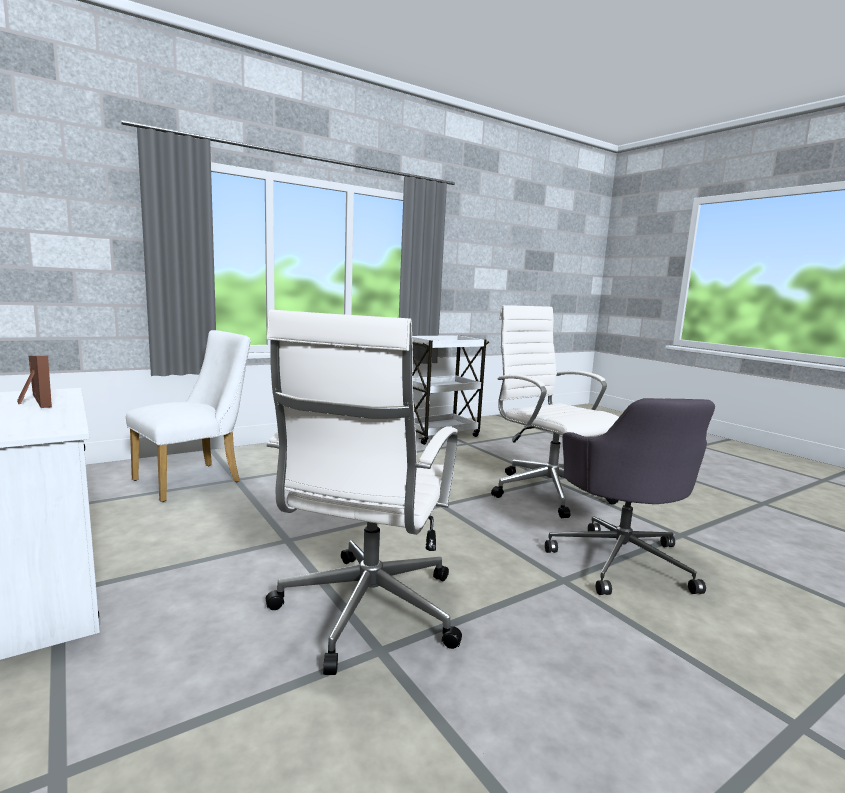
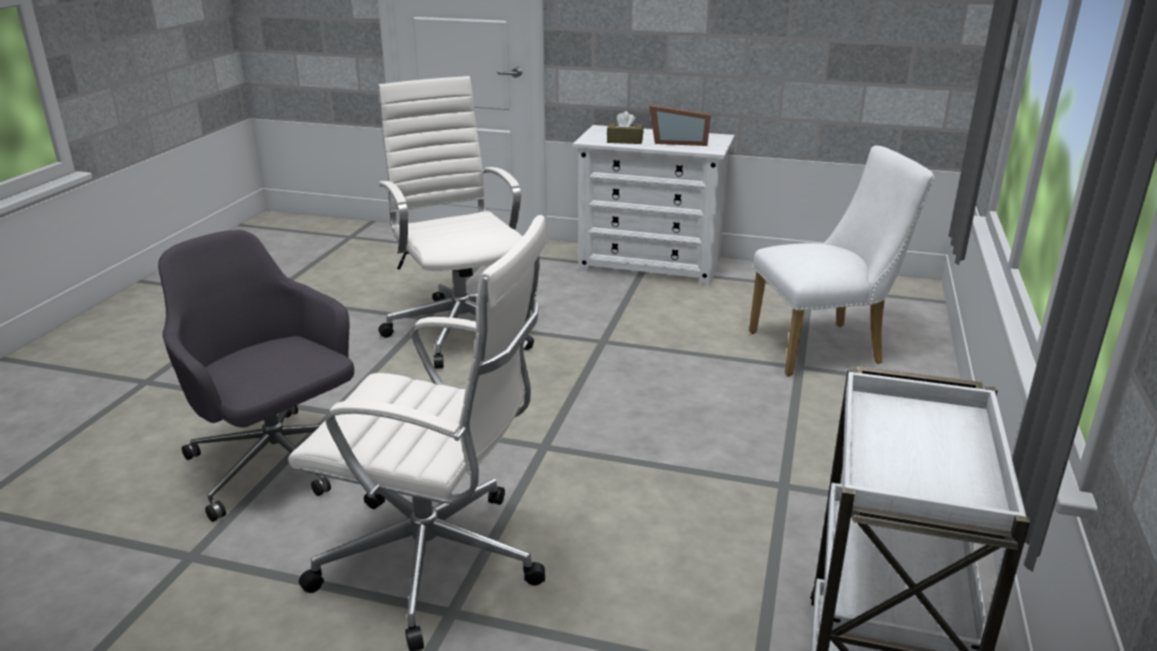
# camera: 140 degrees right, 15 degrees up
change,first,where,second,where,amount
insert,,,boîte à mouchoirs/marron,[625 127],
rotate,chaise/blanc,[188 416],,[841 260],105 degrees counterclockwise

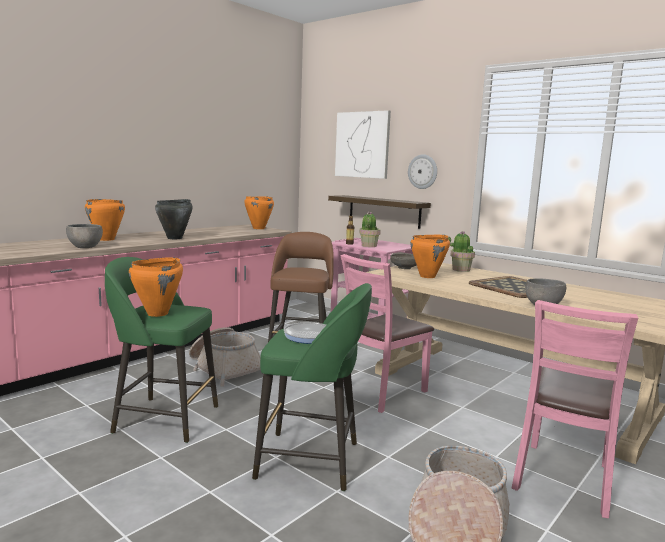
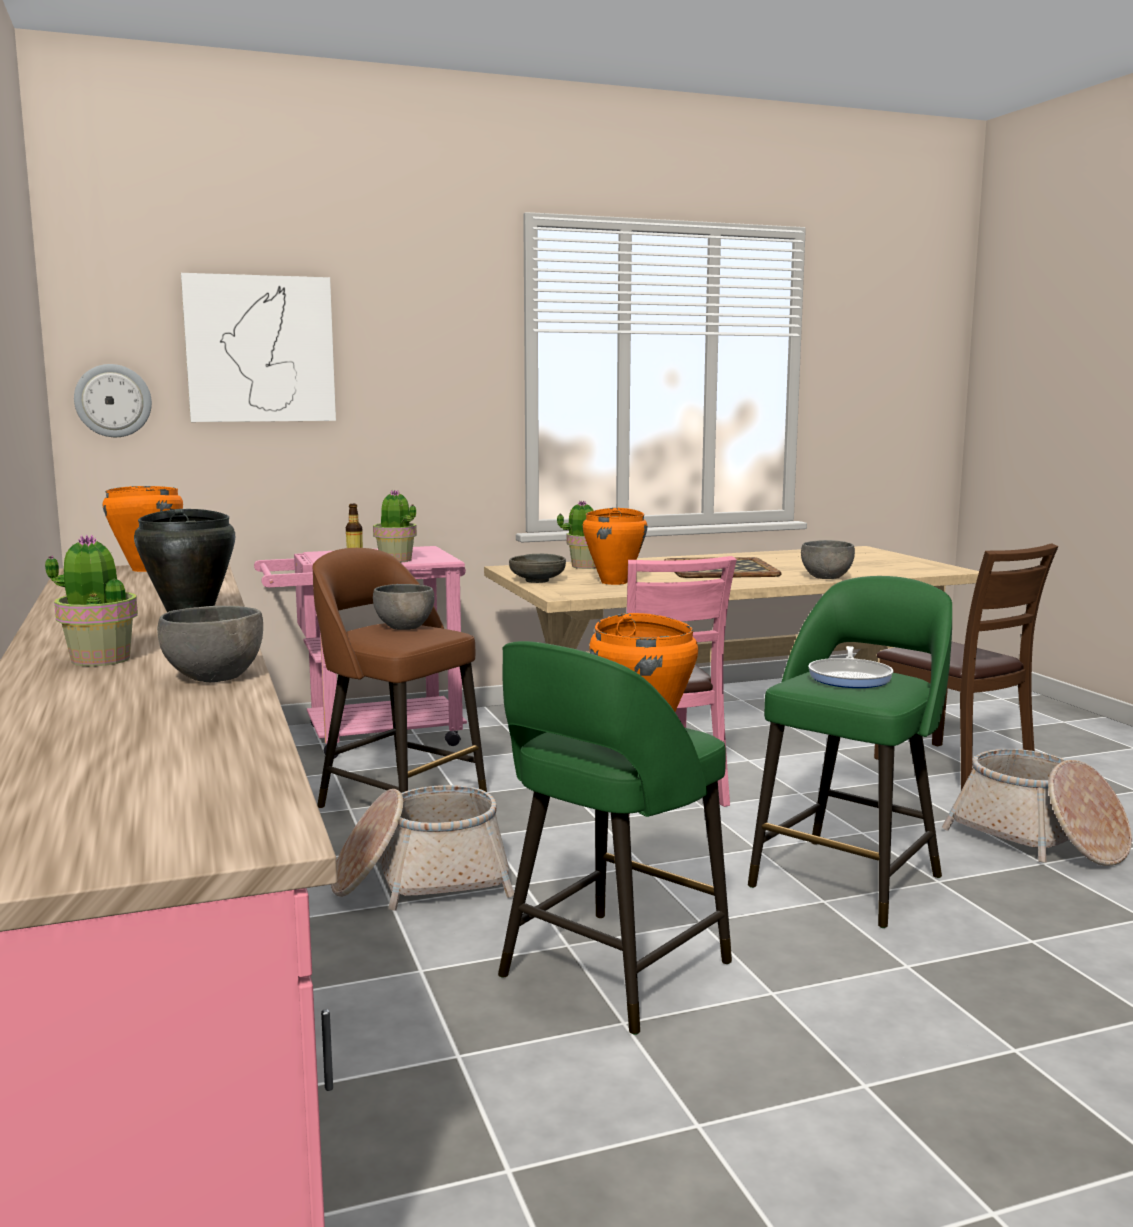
# camera: 60 degrees left, 0 degrees up
change,first,where,second,where,amount
delete,étagère,[379 212],,,
insert,,,bol/gris,[404 607],
move,horloge murale,[422 171],,[113 400],
replace,marmite/orange,[105 220],plante en pot,[91 600],
recolor,chaise/rose,[575 409],chaise/marron,[966 666],

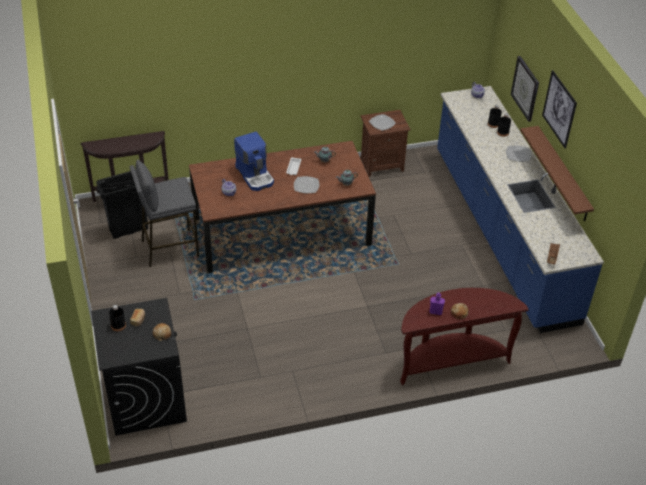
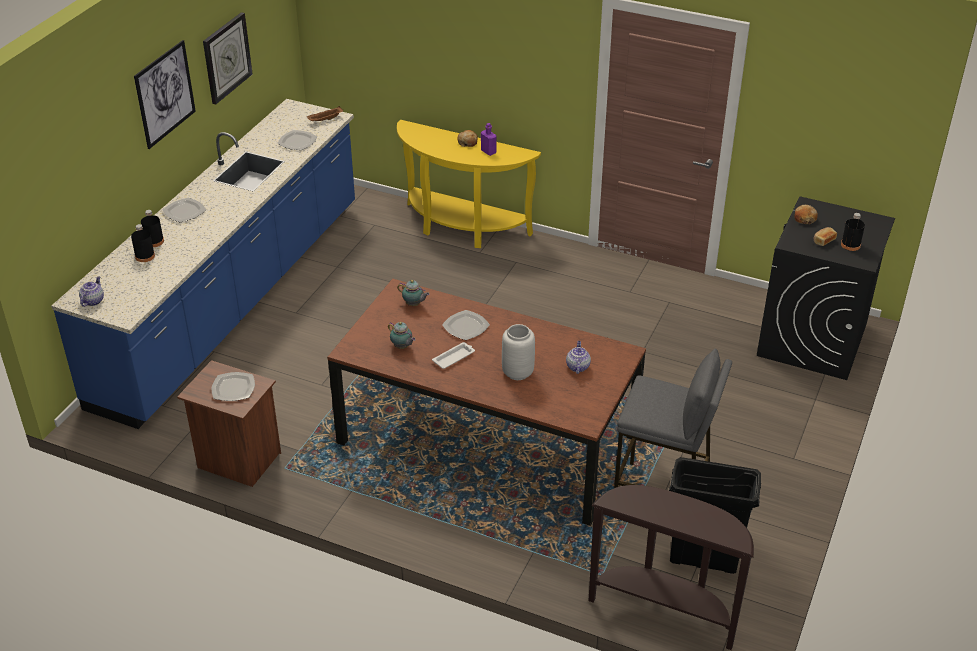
# camera: 140 degrees left, 5 degrees down
change,first,where,second,where,amount
delete,étagère/marron,[557 173],,,
insert,,,assiette,[297 140],
move,horloge murale,[525 89],,[228 58],
replace,machine à café,[254 161],vase/gris,[518 352],
recolor,table console/marron,[464 336],table console/jaune,[469 184],

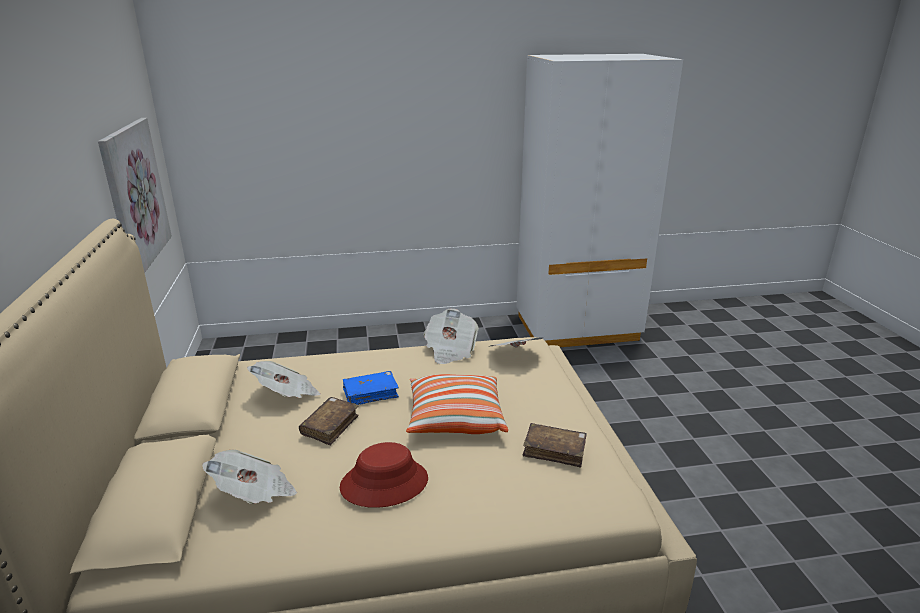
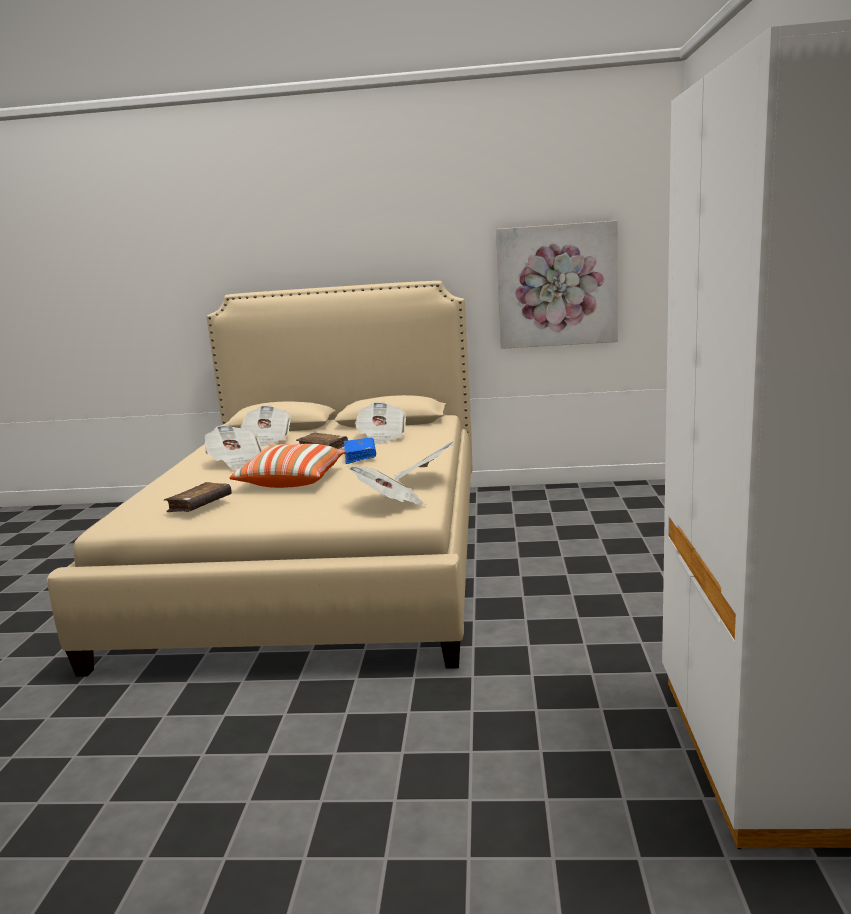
# camera: 105 degrees right, 10 degrees down
change,first,where,second,where,amount
replace,chapeau/rouge,[384 475],journal,[233 447],

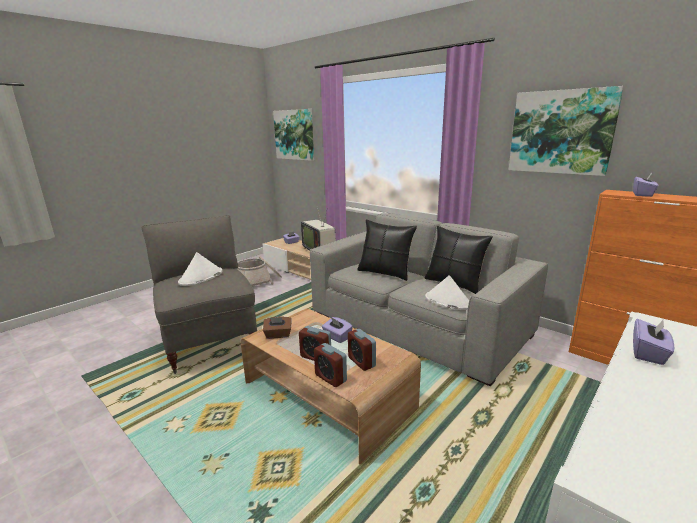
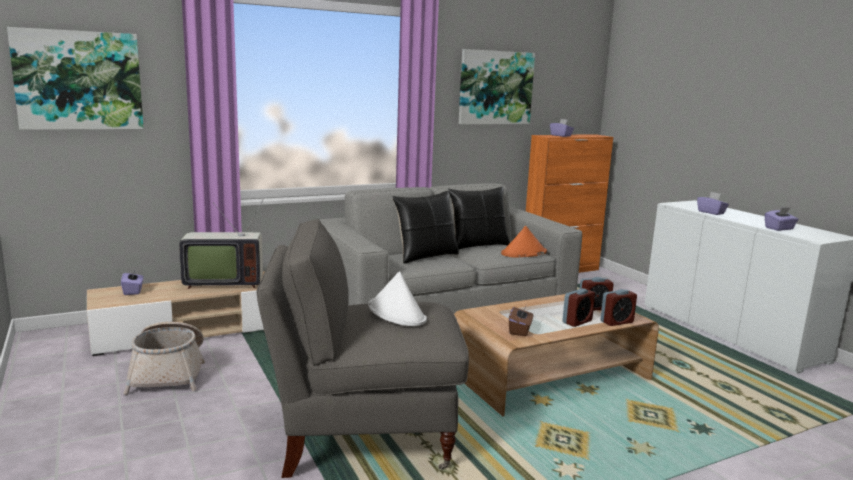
# camera: 70 degrees left, 5 degrees down
change,first,where,second,where,amount
move,boîte à mouchoirs/violet,[337 330],,[782 219],
recolor,chapeau/blanc,[447 292],chapeau/orange,[524 242],

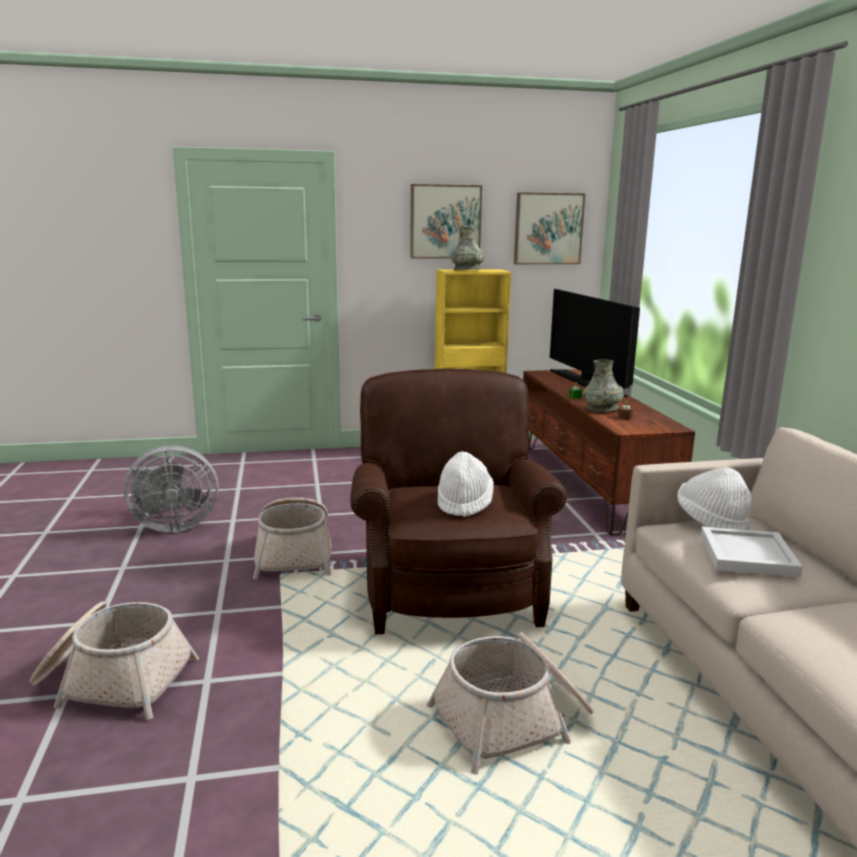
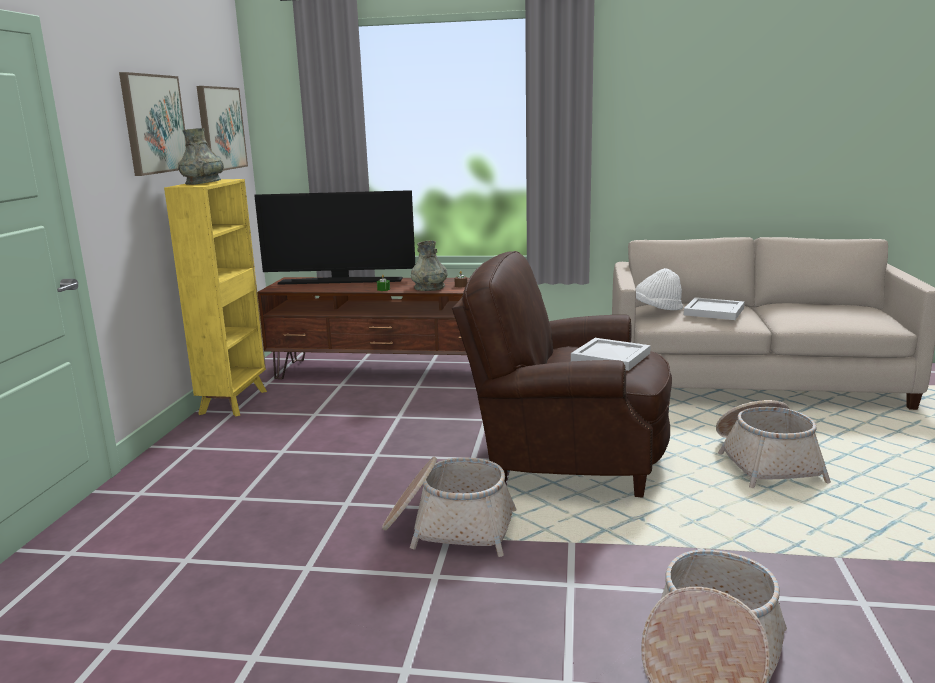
# camera: 70 degrees left, 0 degrees up
change,first,where,second,where,amount
delete,ventilateur/gris,[171 489],,,
replace,chapeau/blanc,[466 484],plateau/blanc,[611 354],

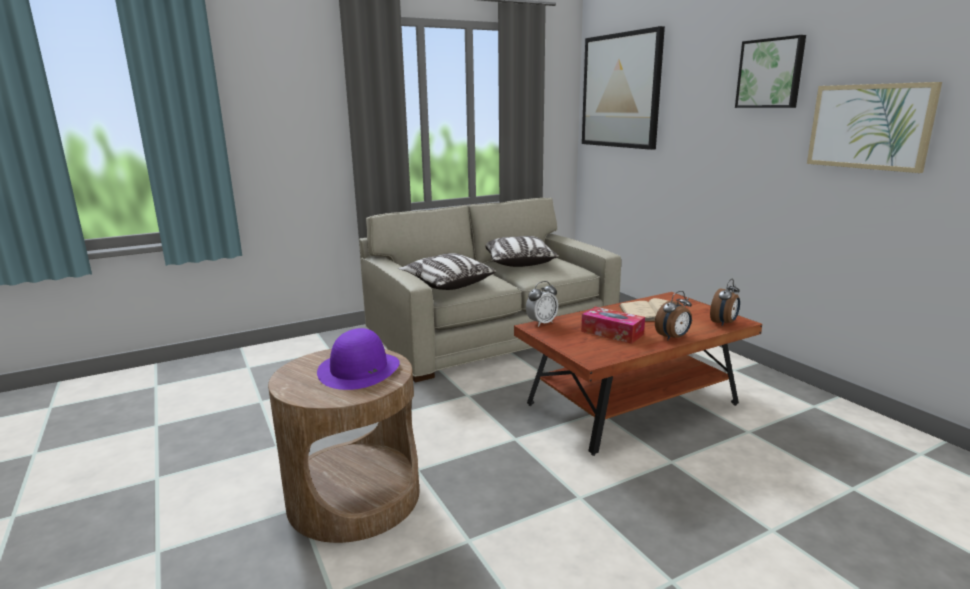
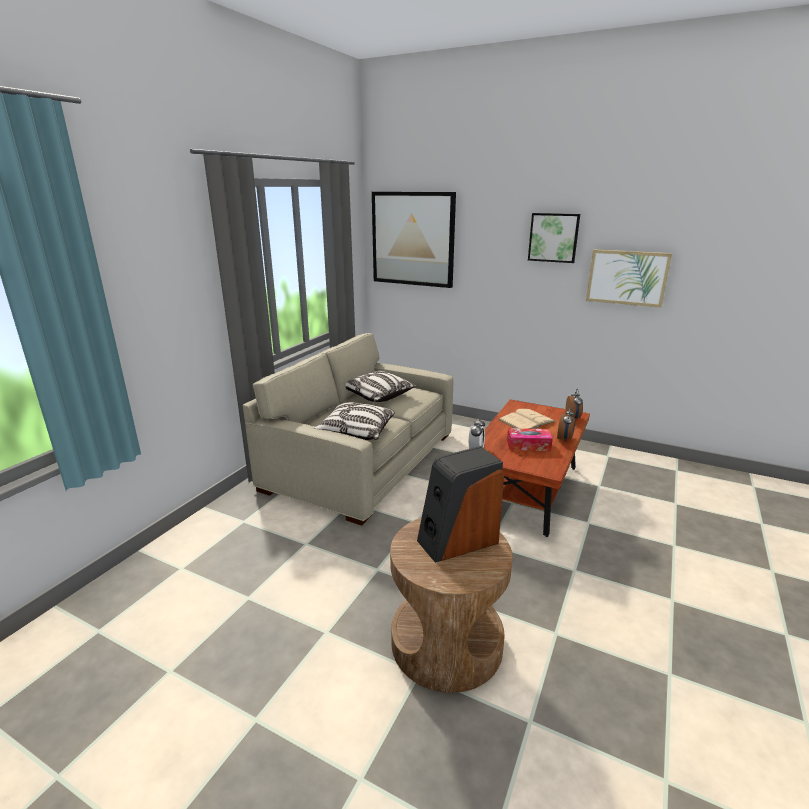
# camera: 35 degrees left, 5 degrees up
change,first,where,second,where,amount
replace,chapeau/violet,[358 359],enceinte,[460 504],

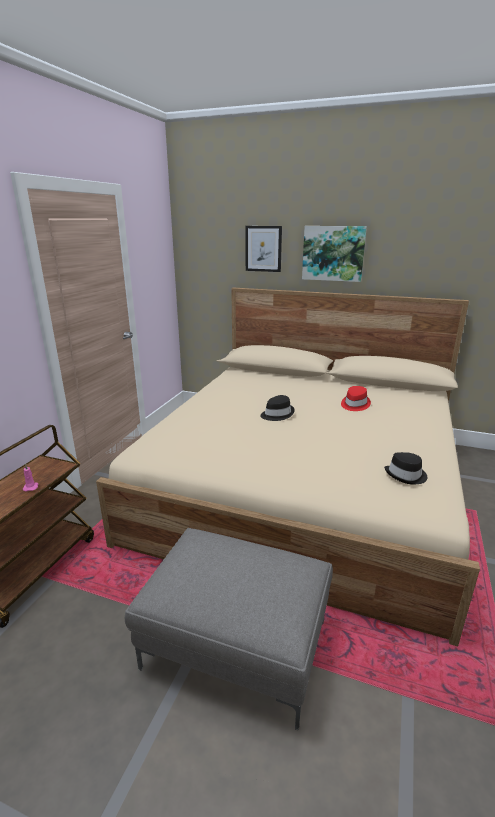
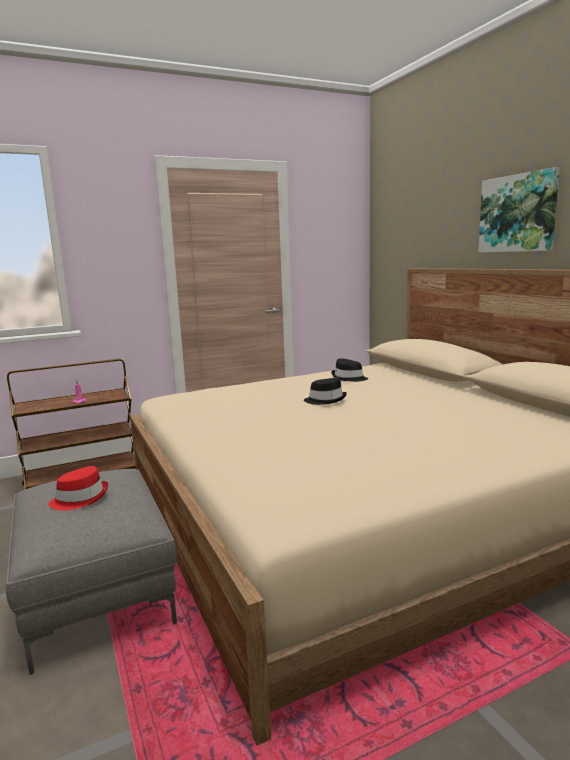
# camera: 45 degrees right, 10 degrees down
change,first,where,second,where,amount
delete,tableau,[264 249],,,
move,chapeau/rouge,[356 398],,[78 488],
move,chapeau/noir,[405 468],,[349 370],

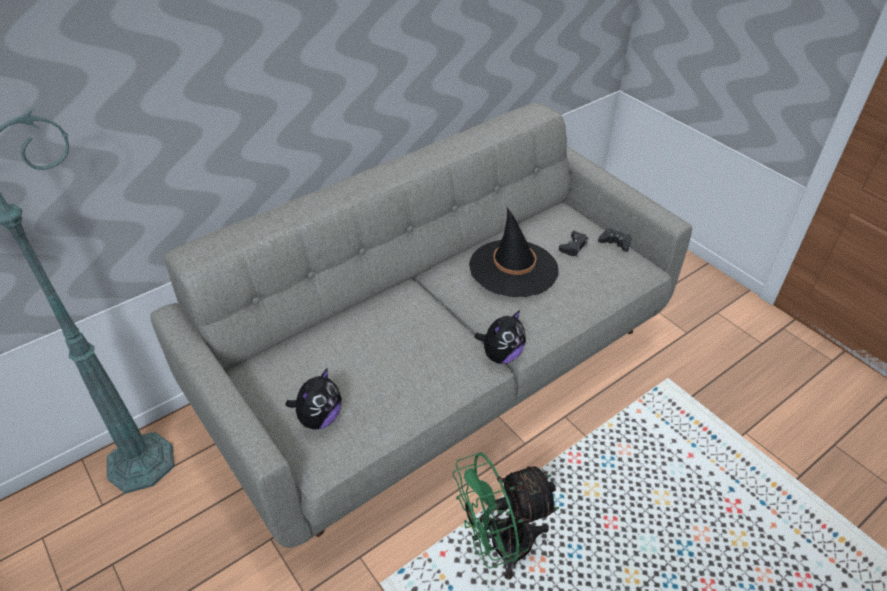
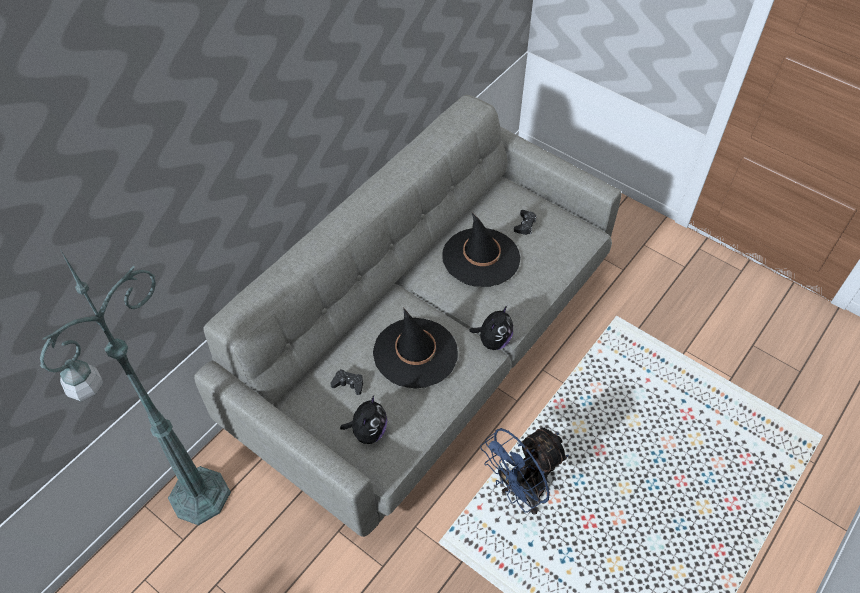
# camera: 15 degrees left, 10 degrees up
change,first,where,second,where,amount
insert,,,chapeau/noir,[415 348],
move,manette/noir,[615 240],,[346 382],
recolor,ventilateur/vert,[506 516],ventilateur/bleu,[524 471],

